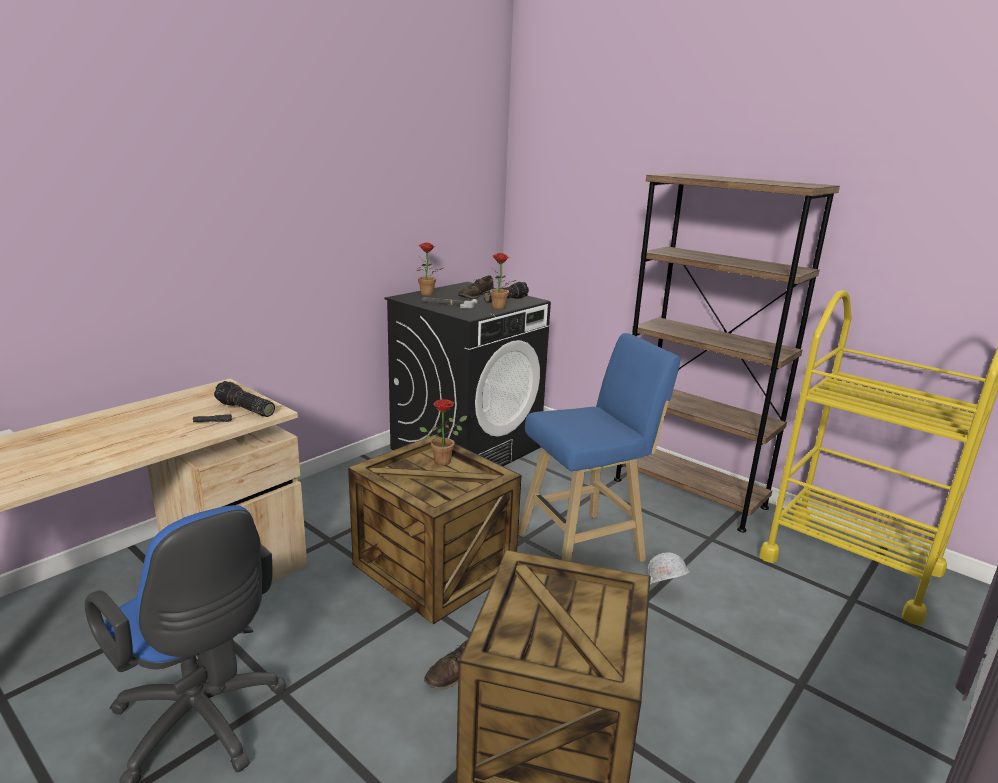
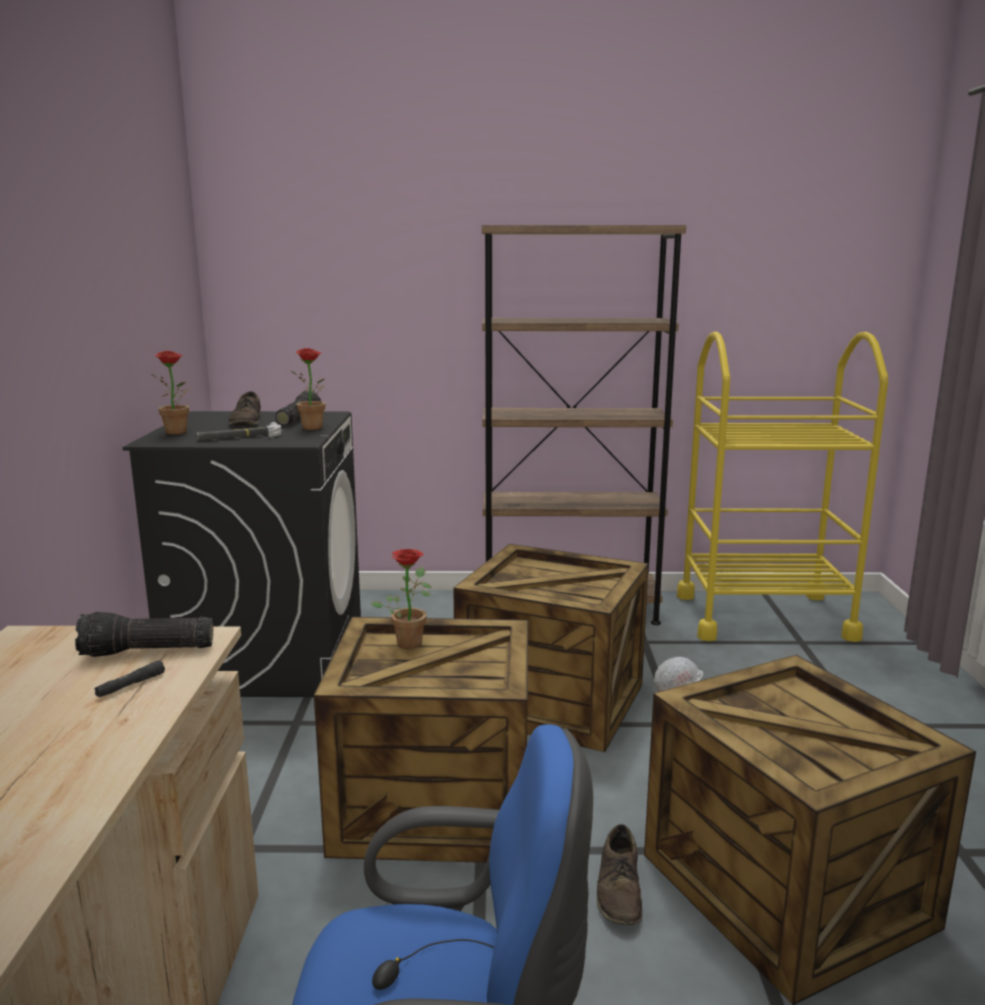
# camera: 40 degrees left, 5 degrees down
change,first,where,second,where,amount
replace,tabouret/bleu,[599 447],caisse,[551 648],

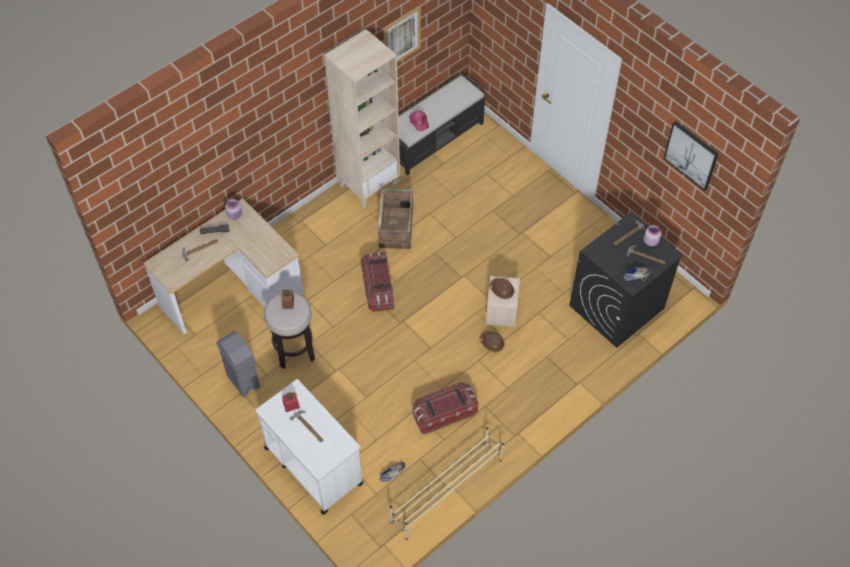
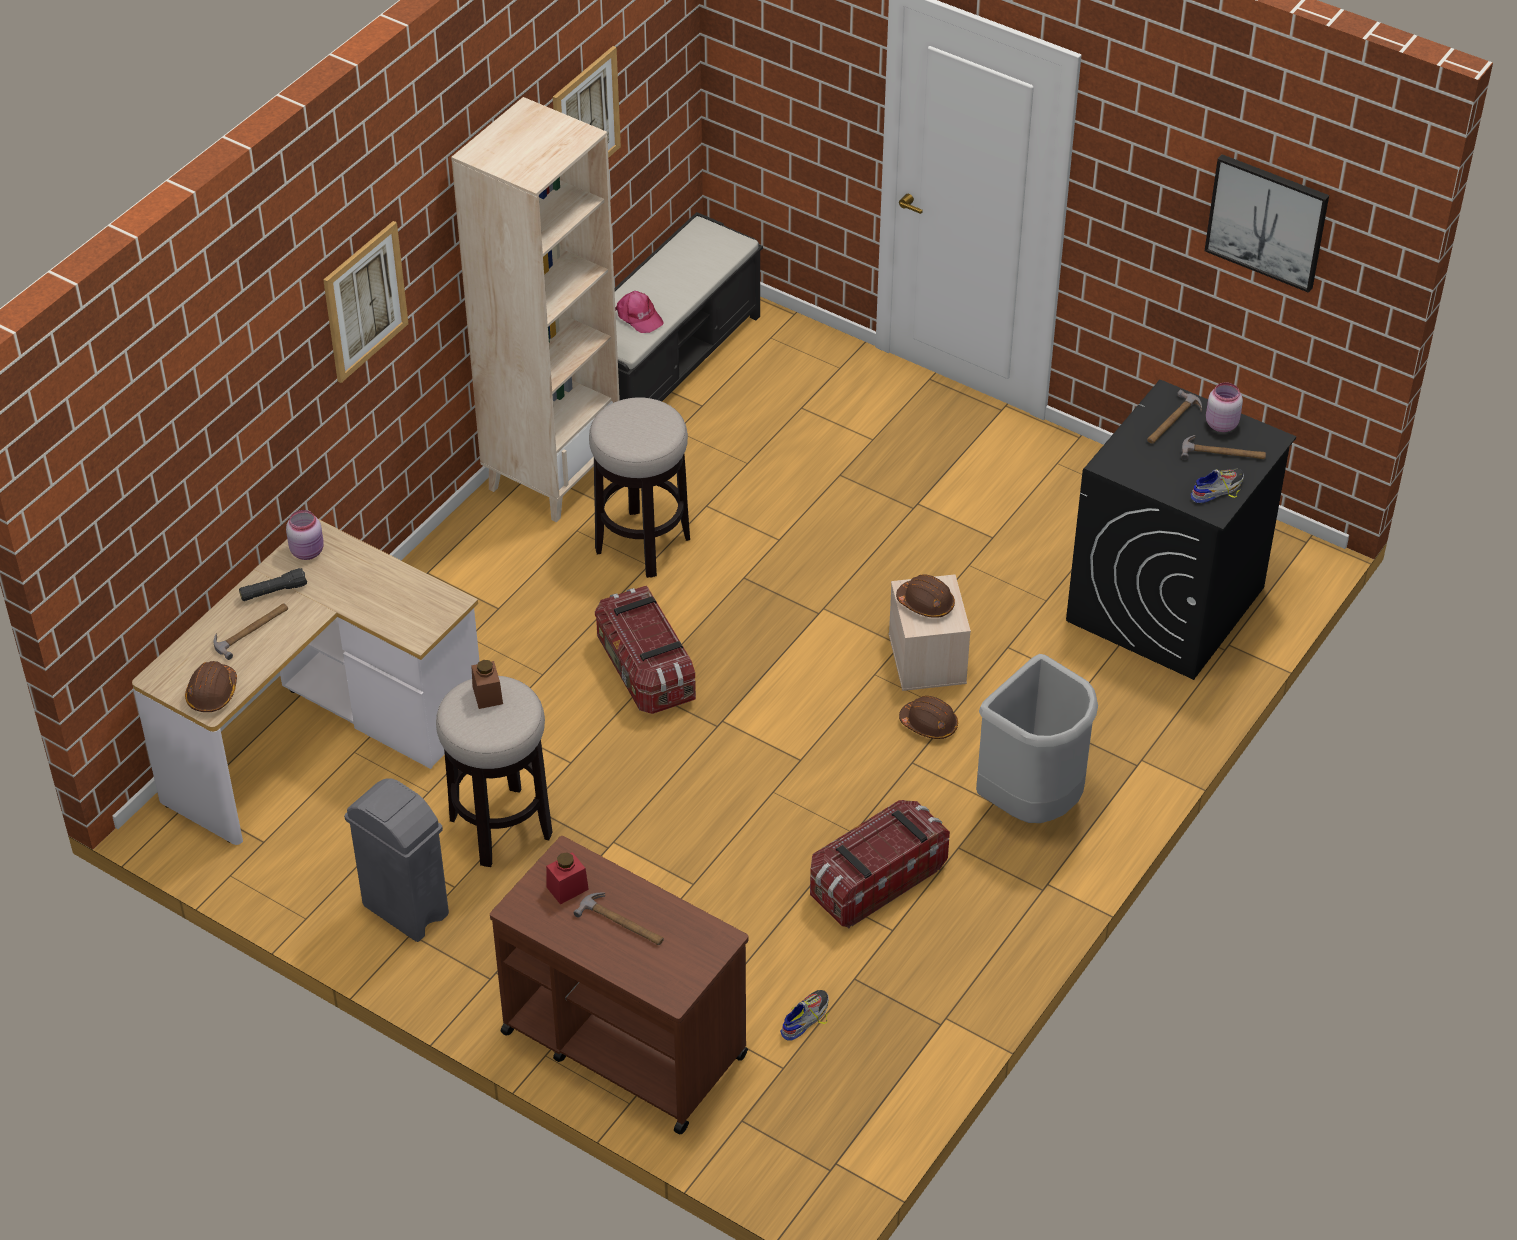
# camera: 15 degrees left, 10 degrees down
change,first,where,second,where,amount
delete,étagère à chaussures/beige,[447 483],,,
insert,,,casque de chantier/marron,[211 686],
insert,,,tableau,[366 302],
insert,,,poubelle/gris,[1037 738],
replace,caisse,[395 219],tabouret,[639 487],
recolor,chariot/blanc,[309 447],chariot/marron,[619 985],

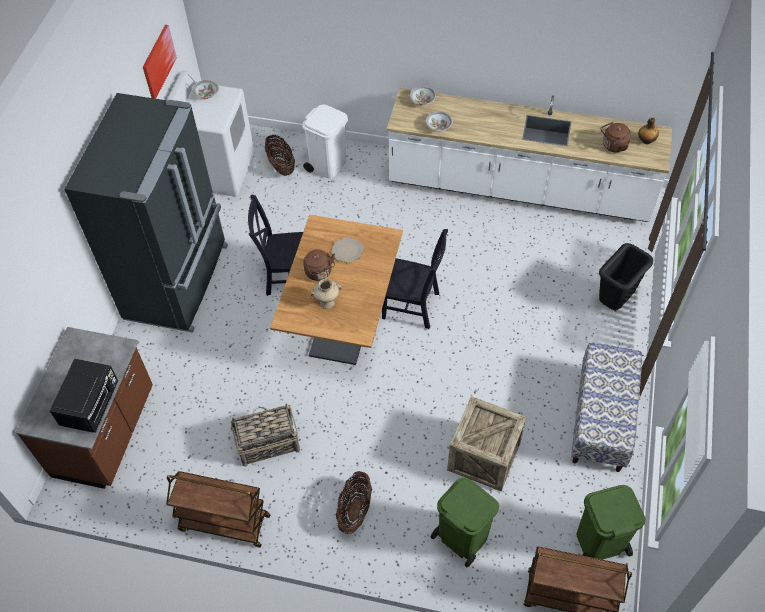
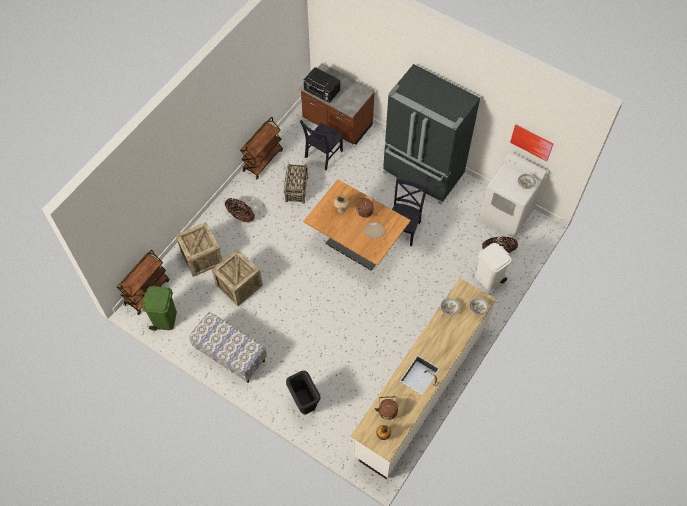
# camera: 110 degrees right, 5 degrees up
change,first,where,second,where,amount
move,chaise/noir,[415 279],,[321 145],
replace,poubelle/vert,[464 522],caisse,[199 249],

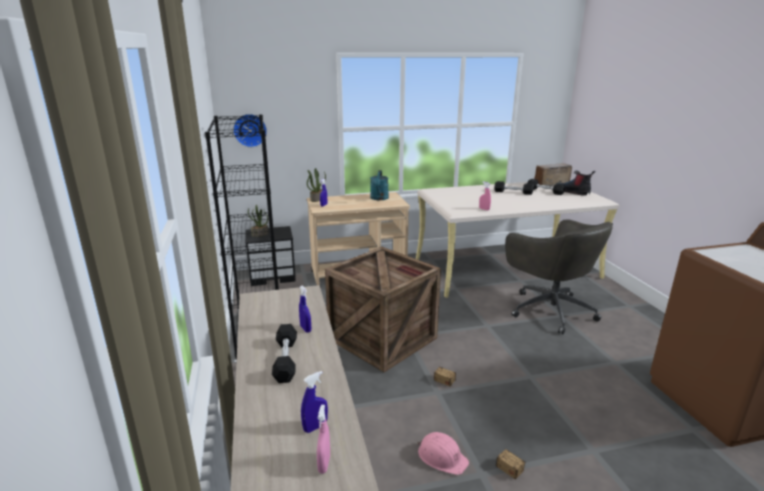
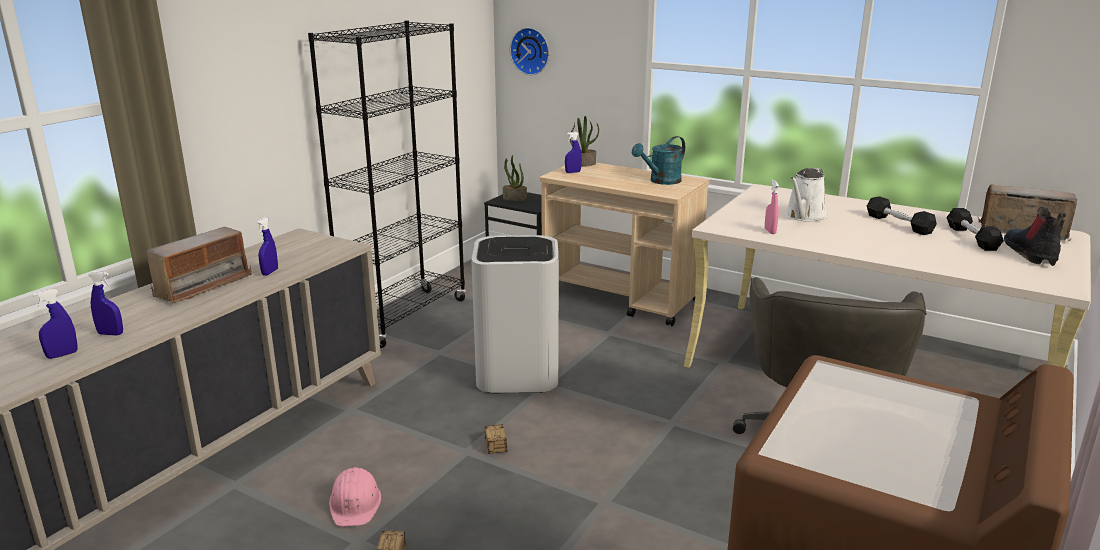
# camera: 45 degrees right, 0 degrees up
change,first,where,second,where,amount
insert,,,arrosoir/blanc,[806 195],
replace,haltère/noir,[284 353],radio,[199 265],
replace,caisse,[383 309],poubelle/blanc,[515 314],
recolor,vaporisateur/rose,[323 439],vaporisateur/bleu,[55 324],

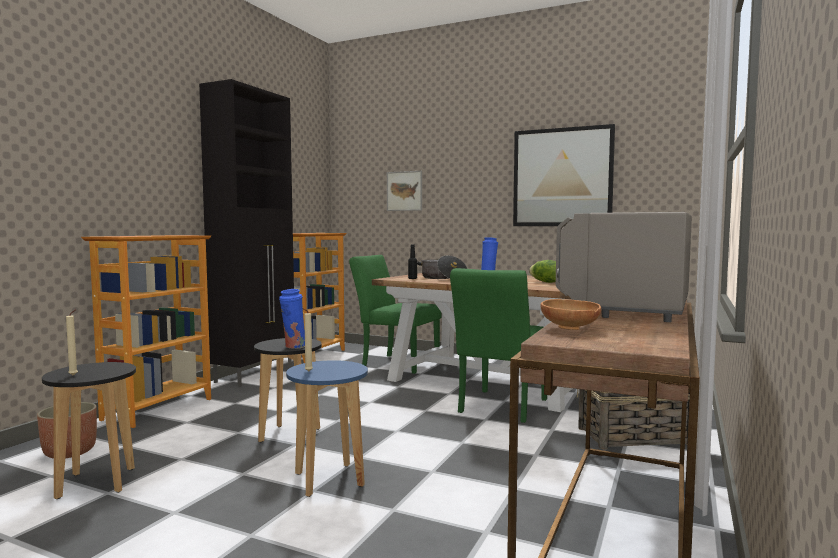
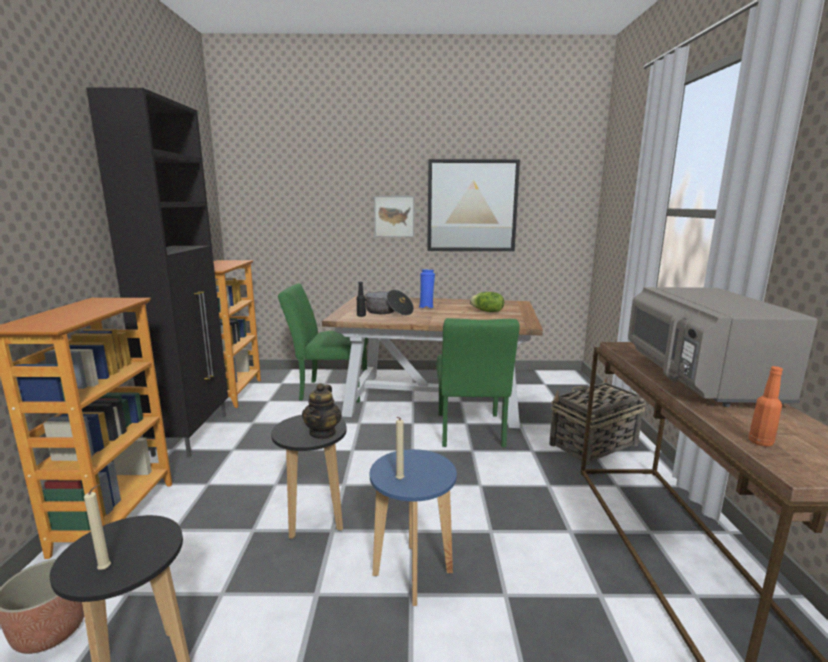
# camera: 25 degrees left, 10 degrees up
change,first,where,second,where,amount
move,tableau,[404 191],,[394 216],
replace,vase/bleu,[292 319],théière,[322 411],
replace,bol/marron,[571 314],bouteille/orange,[766 406],

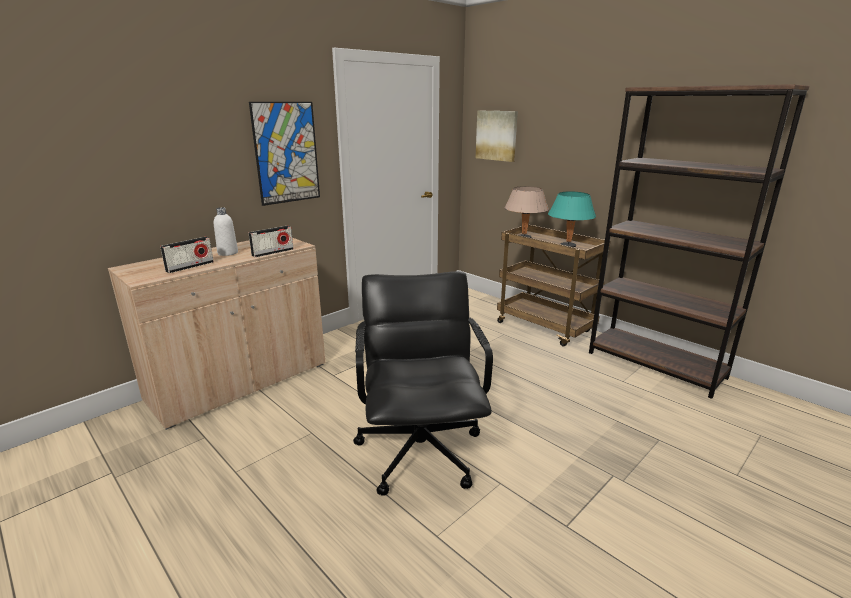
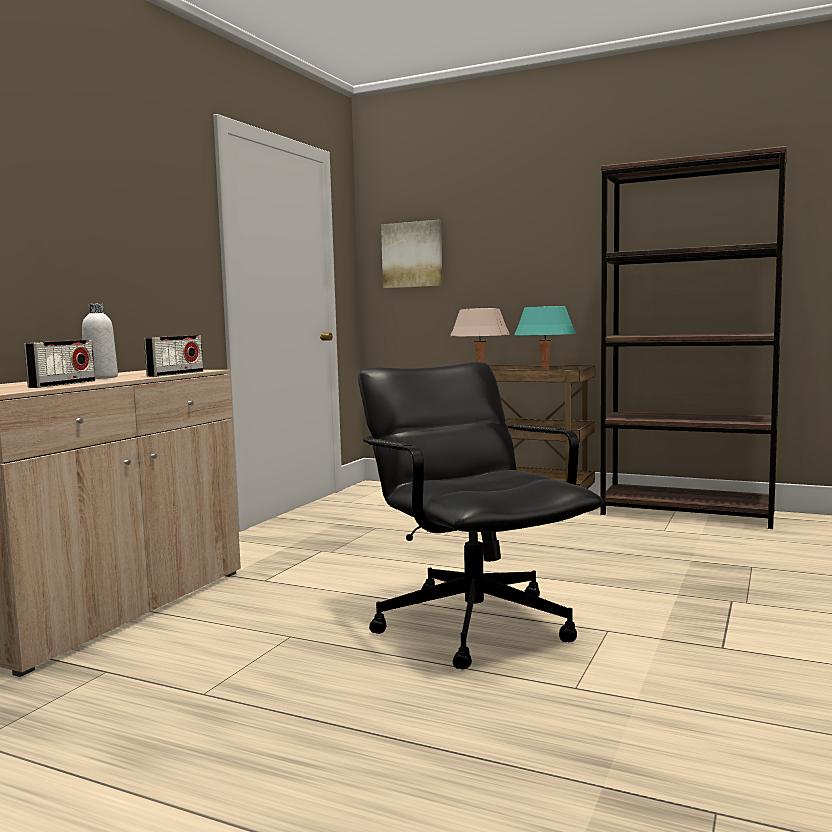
# camera: 20 degrees left, 15 degrees down
change,first,where,second,where,amount
delete,tableau,[284 154],,,

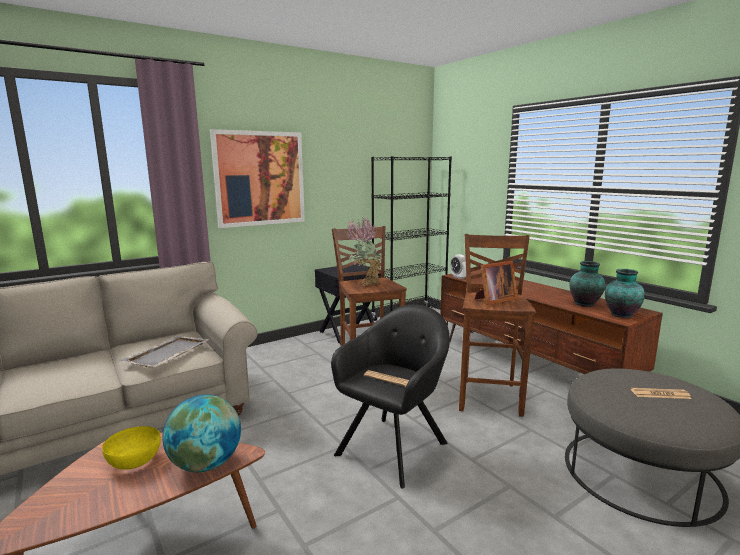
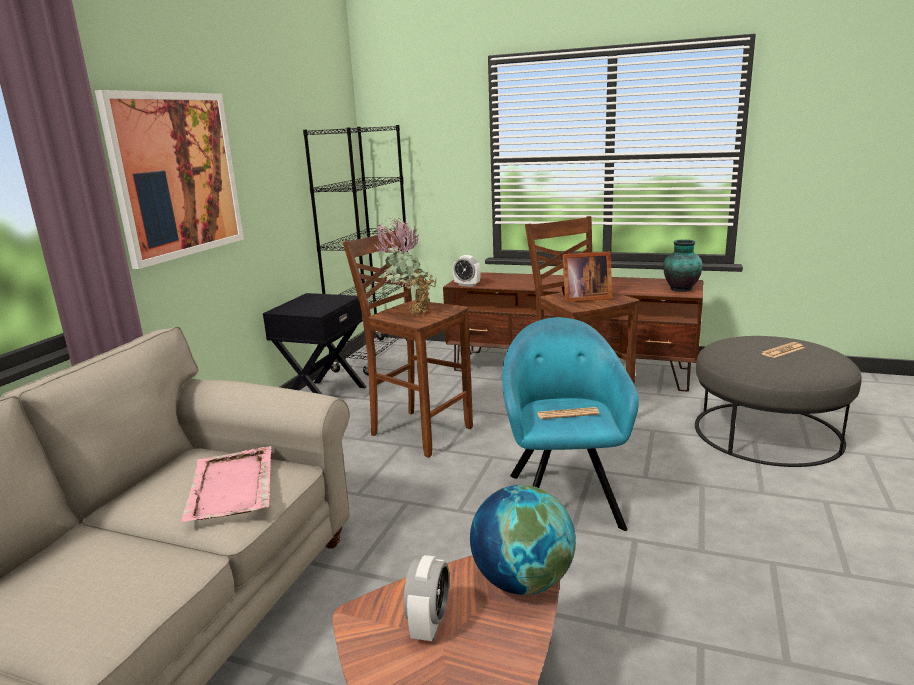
# camera: 35 degrees left, 5 degrees up
change,first,where,second,where,amount
delete,vase,[587 284],,,
replace,bol/jaune,[131 448],réveil,[426 598],
recolor,plateau/gris,[164 351],plateau/rose,[226 484],
recolor,fauteuil/noir,[390 397],fauteuil/turquoise,[570 424],
rotate,cadre photo,[496 283],,[587 277],60 degrees clockwise

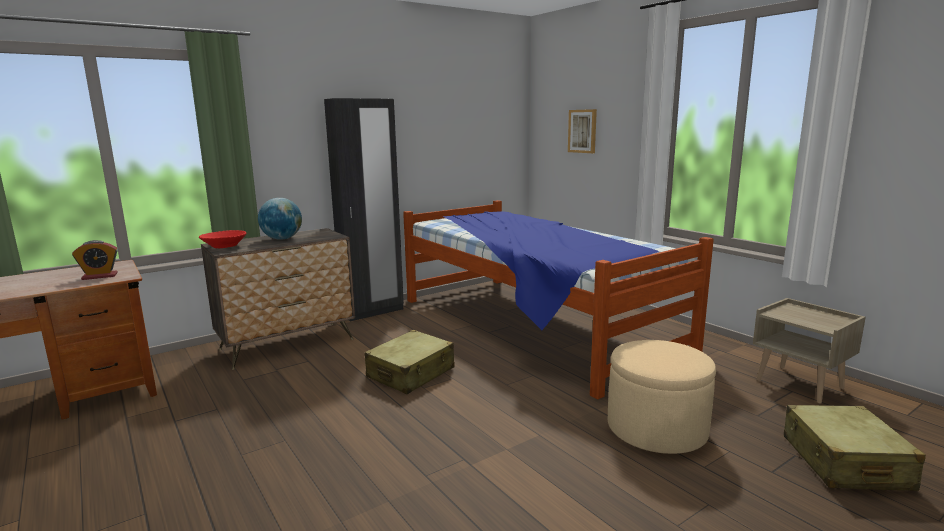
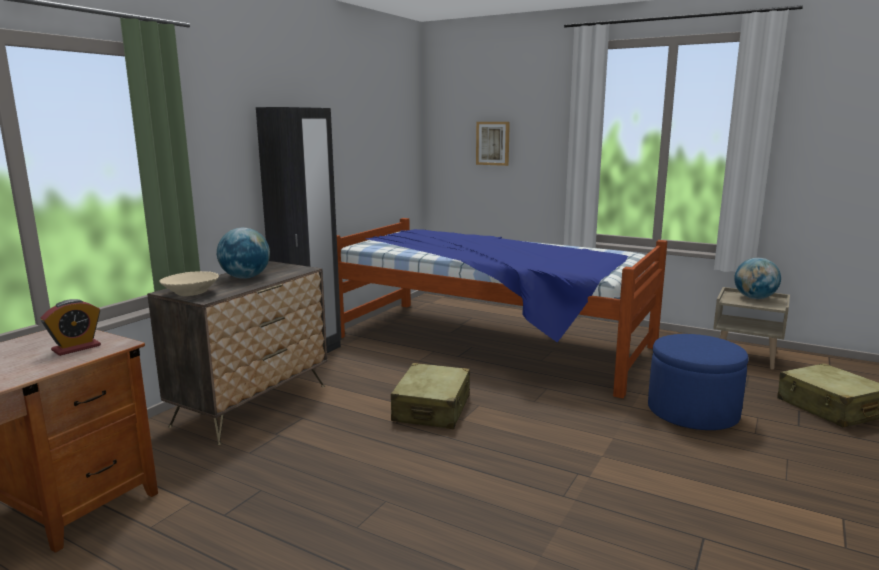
# camera: 25 degrees left, 0 degrees up
change,first,where,second,where,amount
insert,,,globe,[757 278],
recolor,bol/rouge,[222 239],bol/beige,[189 283],
recolor,pouf/beige,[662 397],pouf/bleu,[698 382],

